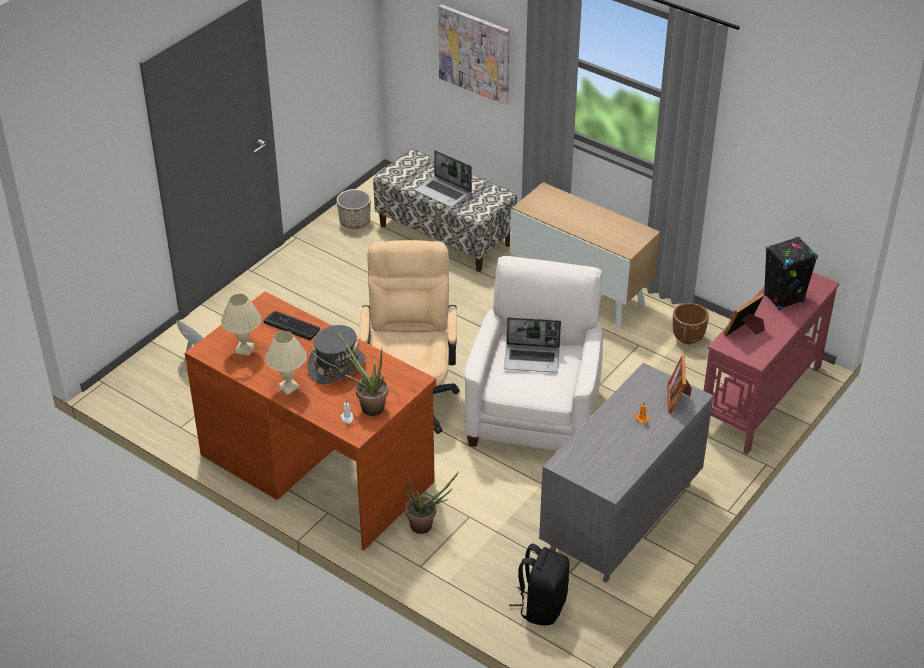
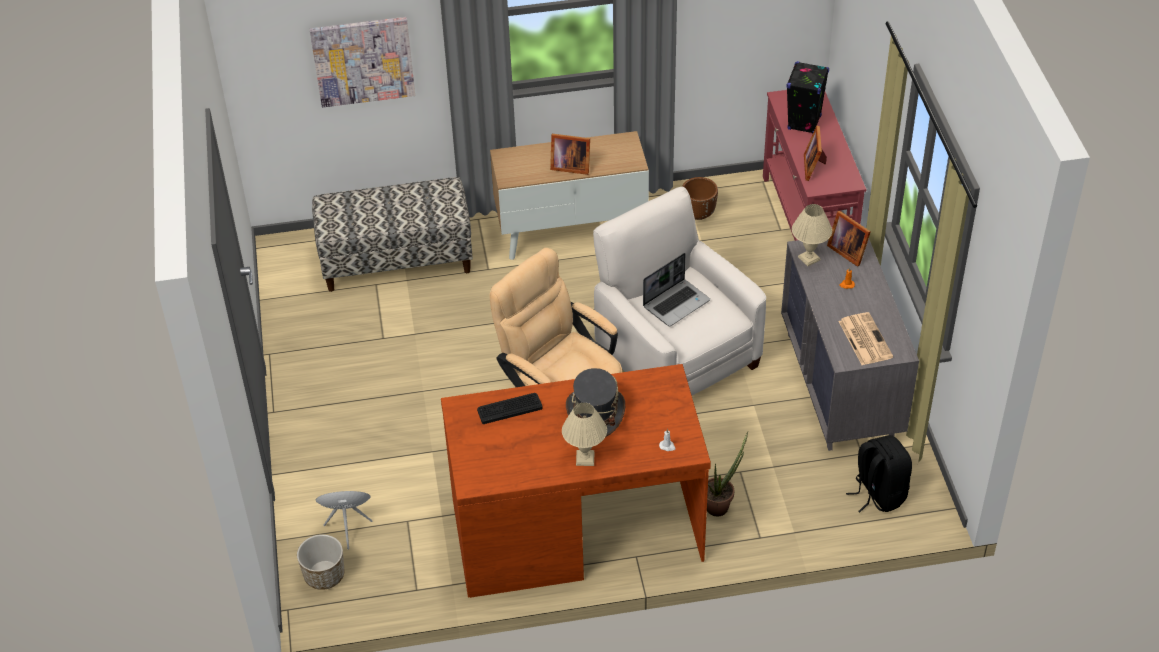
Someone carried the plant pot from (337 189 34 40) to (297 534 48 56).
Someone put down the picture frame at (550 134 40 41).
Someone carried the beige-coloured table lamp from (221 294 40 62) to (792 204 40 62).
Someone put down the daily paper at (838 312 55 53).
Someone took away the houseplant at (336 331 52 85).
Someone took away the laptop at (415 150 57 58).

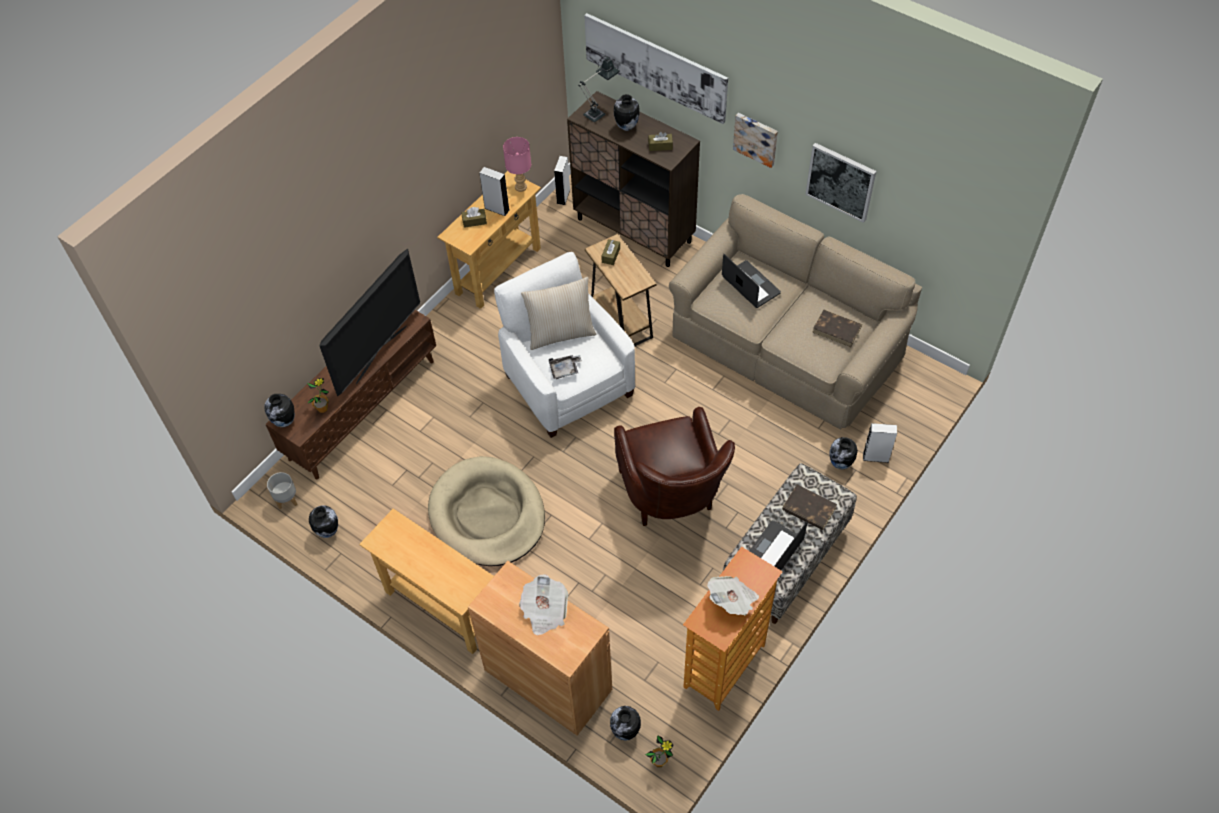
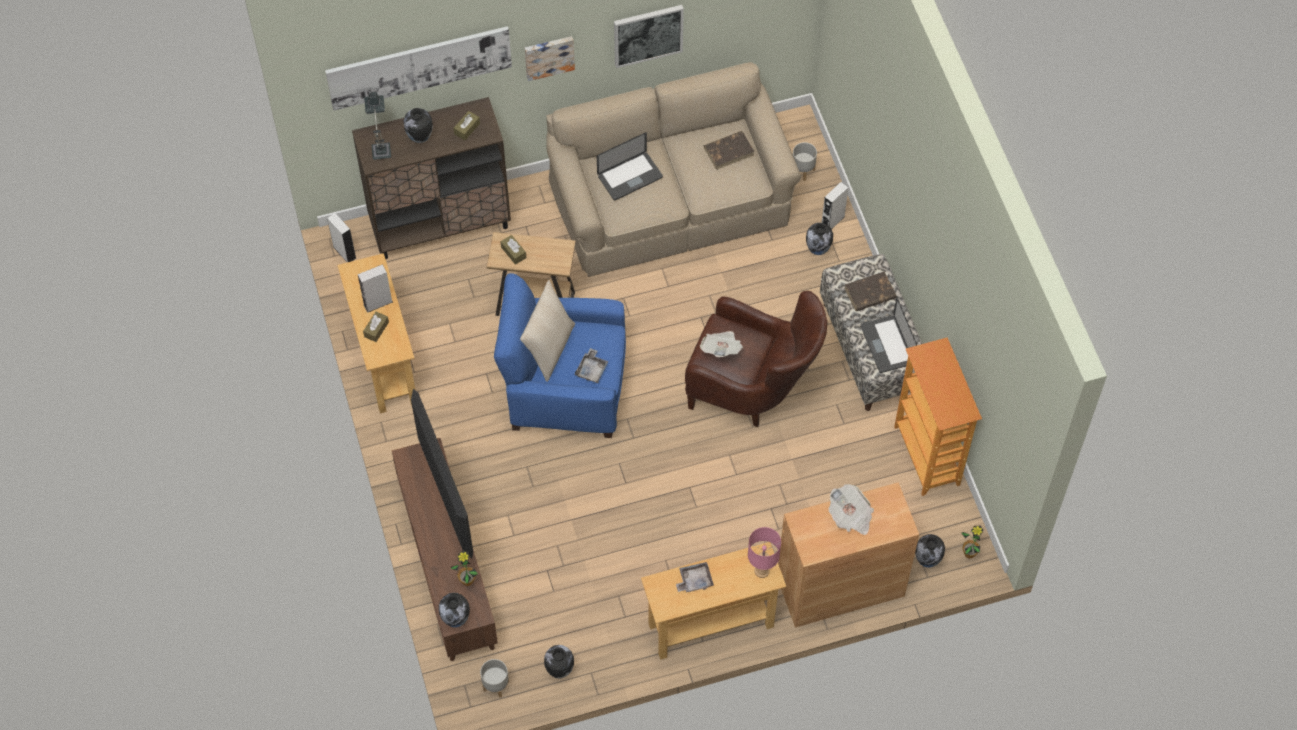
Someone repainted the whitish easy chair at (494 252 141 186), which became the bluish easy chair at (494 273 132 165).
Someone rotated the laptop at (722 254 59 54) by 150 degrees clockwise.
Someone put down the gray carrying tray at (676 562 38 30).
Someone carried the daily paper from (707 576 52 39) to (700 331 43 26).
Someone carried the pink table lamp from (503 137 28 55) to (748 527 33 51).
Someone put down the gray plant pot at (793 142 24 39).
Someone took away the beige-coloured dog cushion at (428 456 117 110).

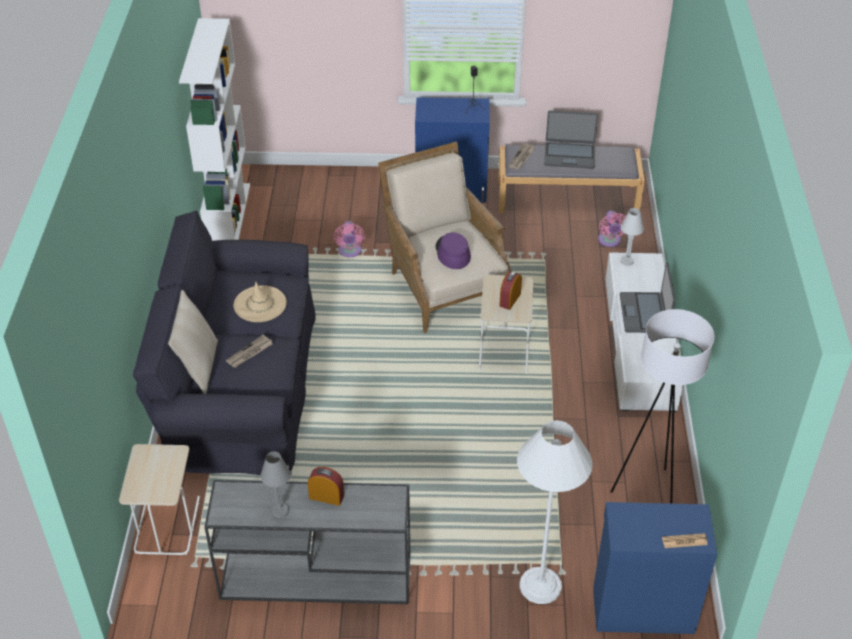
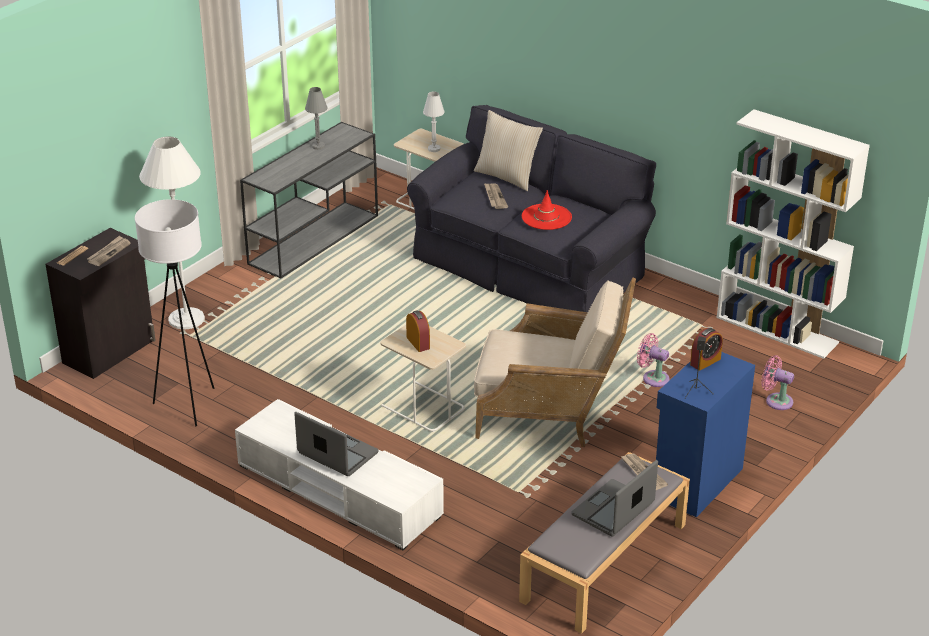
Someone repainted the bluish cupboard at (593 502 124 132), which became the black-coloured cupboard at (46 228 110 151).
Someone put down the daily paper at (87 235 44 31).
Someone carried the whitish table lamp from (621 208 23 58) to (423 92 22 60).
Someone repainted the beige-coloured hat at (234 282 53 40), which became the red-coloured hat at (522 190 50 40).
Someone carried the alarm clock from (308 467 36 39) to (690 328 33 43).
Someone carried the pink electric fan from (598 211 28 36) to (761 355 33 55).
Someone took away the purple hat at (435 233 36 36).

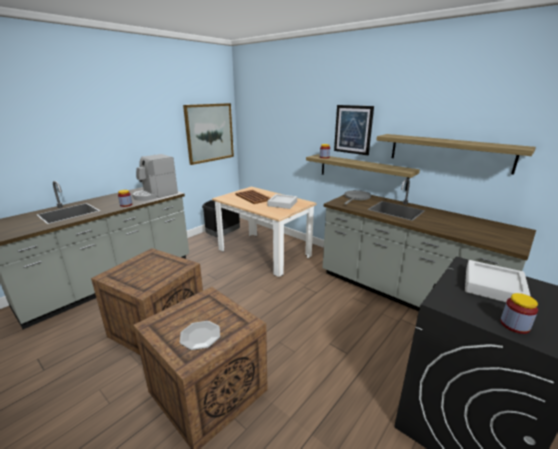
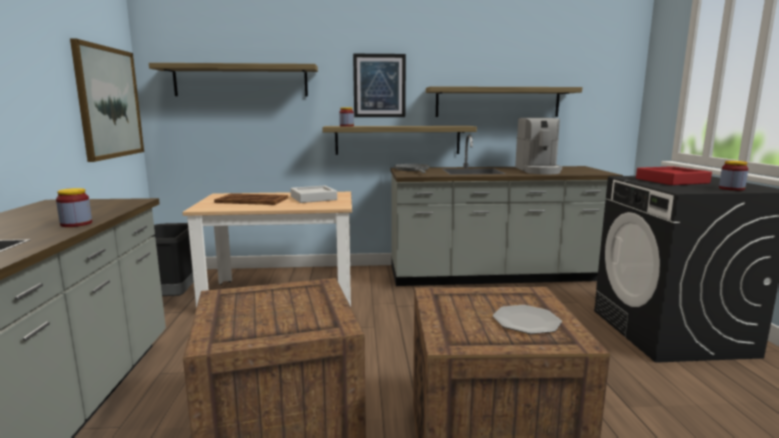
Someone put up the bracket shelf at (149 63 169 34).
Someone carried the coffee maker from (132 154 46 47) to (515 118 47 57).
Someone repainted the gray carrying tray at (465 260 66 42), which became the red-coloured carrying tray at (636 166 76 19).

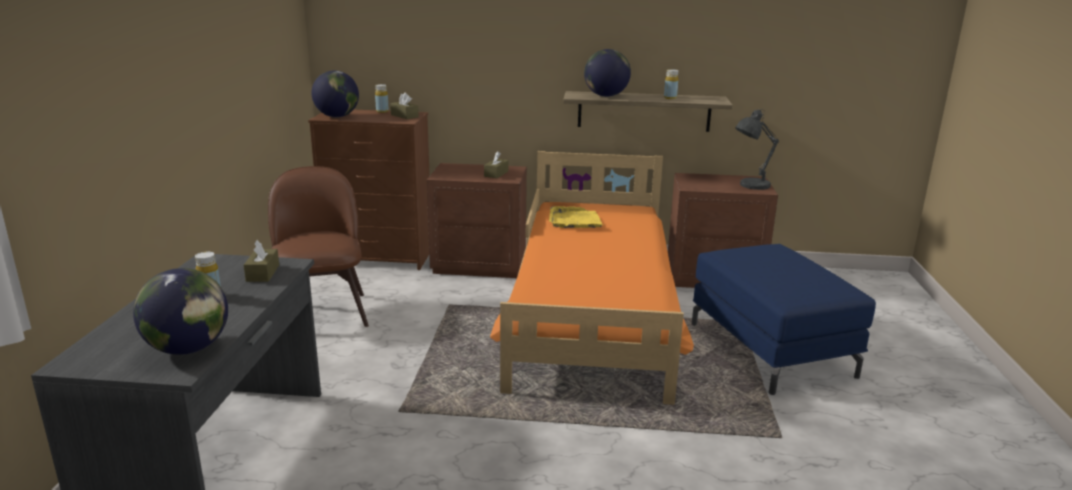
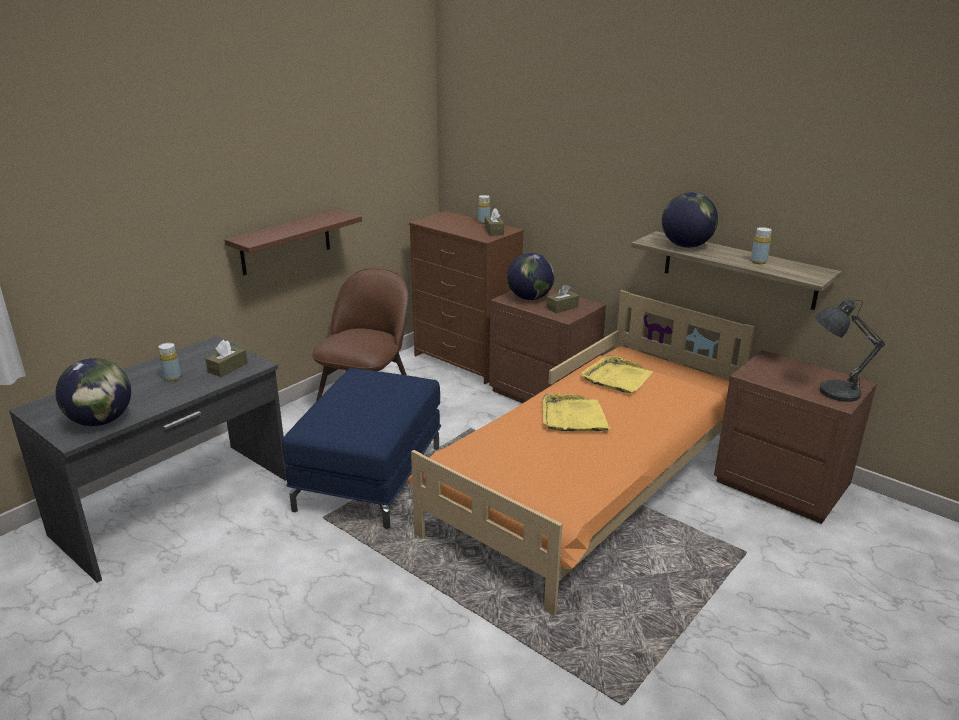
Someone put up the brown bracket shelf at (225 210 137 65).
Someone carried the bluish footrest from (692 244 184 151) to (282 368 159 161).
Someone carried the globe from (311 71 48 46) to (507 253 47 47).
Someone put down the yellowish carrying tray at (543 394 68 37).

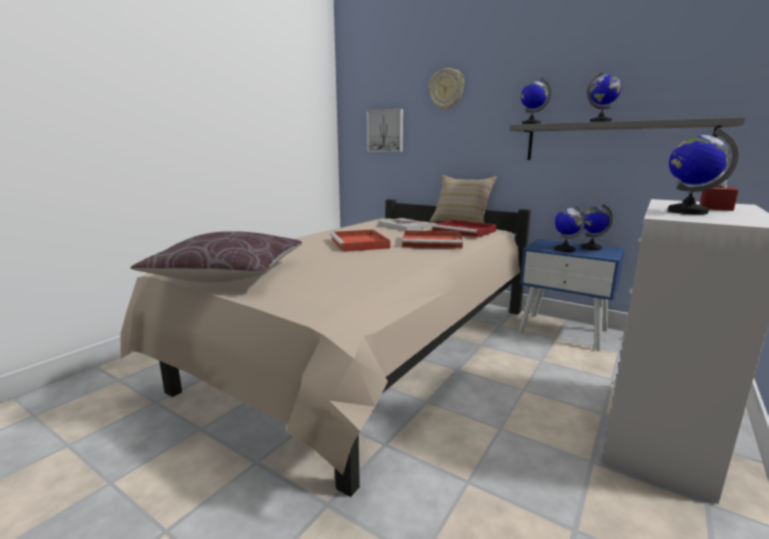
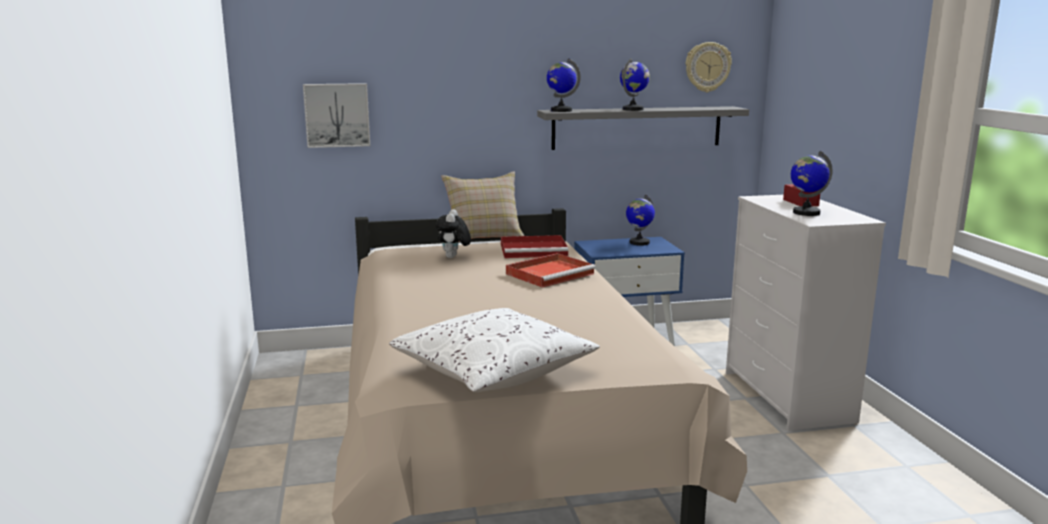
Someone repainted the brown cushion at (130 231 172 51), which became the whitish cushion at (389 308 211 84).
Someone swapped the bound book at (379 218 51 13) for the cuddly toy at (435 209 36 49).
Someone carried the hanging clock from (429 68 35 41) to (686 42 46 50).
Someone took away the red-coloured carrying tray at (330 229 60 23).
Someone took away the globe at (554 205 31 47).

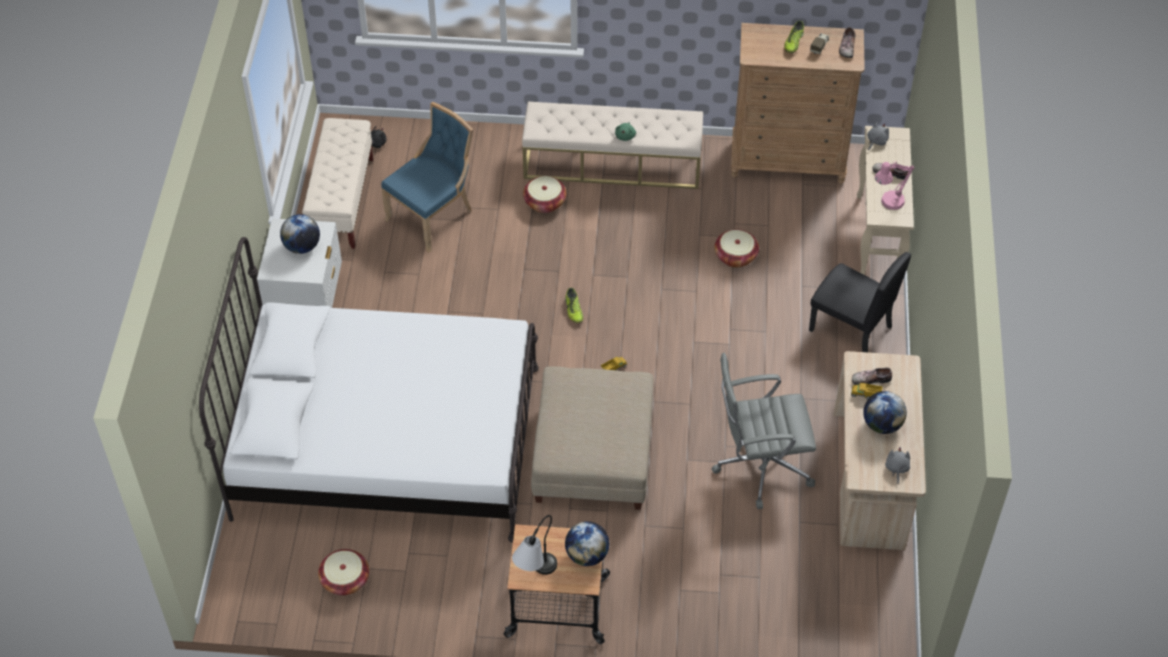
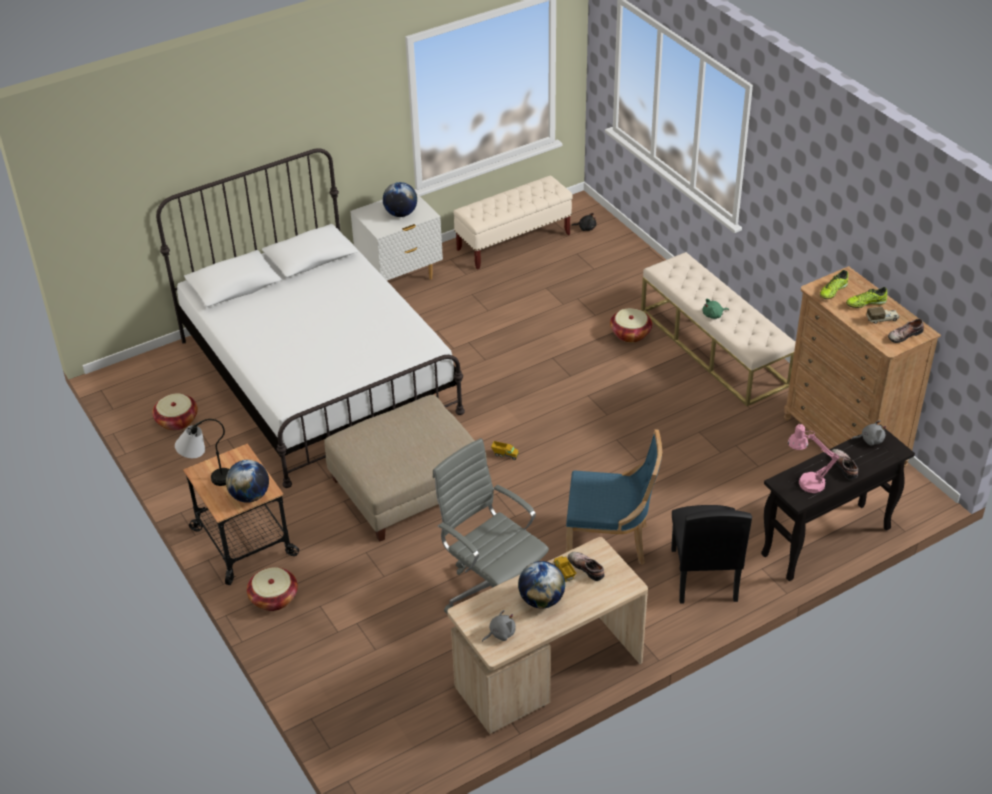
Someone carried the basket from (715 229 44 39) to (247 567 51 44).
Someone carried the bluish plain chair from (381 102 92 150) to (566 429 96 136).
Someone repainted the beige-coloured narrow table at (857 126 57 149), which became the black-coloured narrow table at (761 425 154 156).
Someone carried the item of footwear from (565 288 18 35) to (820 270 28 29).

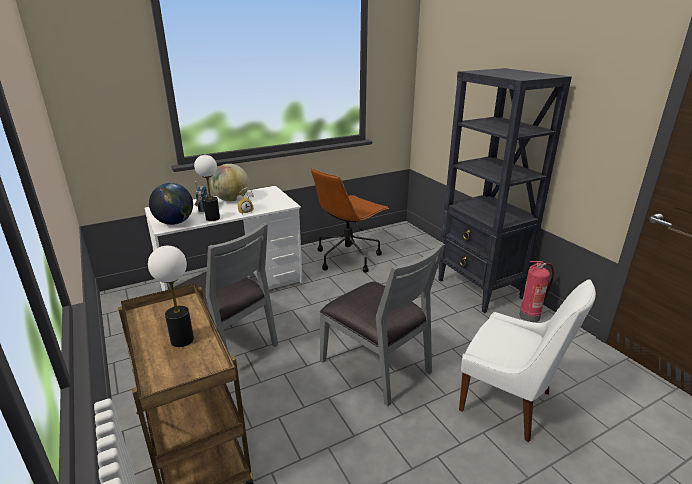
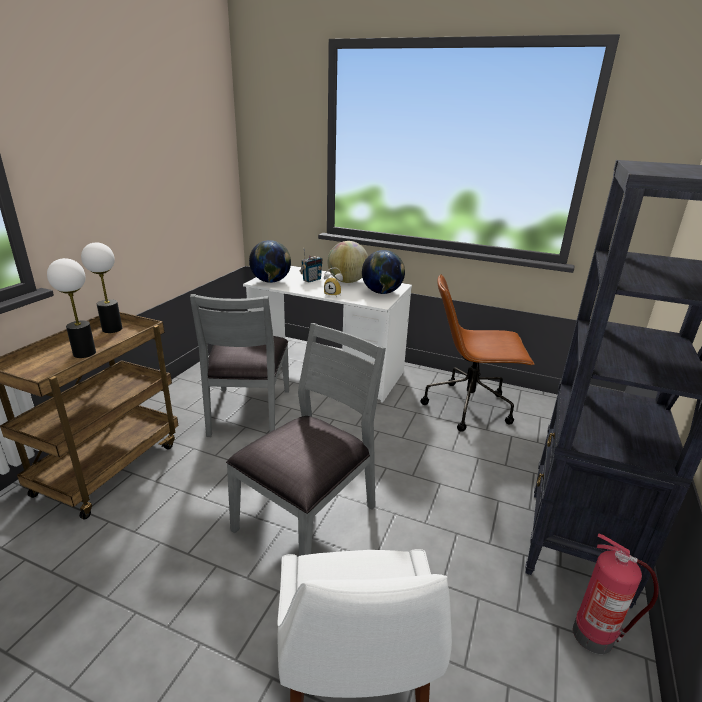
Someone carried the table lamp from (194 155 26 66) to (81 242 41 91).
Someone rotated the gray plain chair at (320 242 125 164) by 150 degrees counterclockwise.
Someone put down the globe at (362 250 43 44).

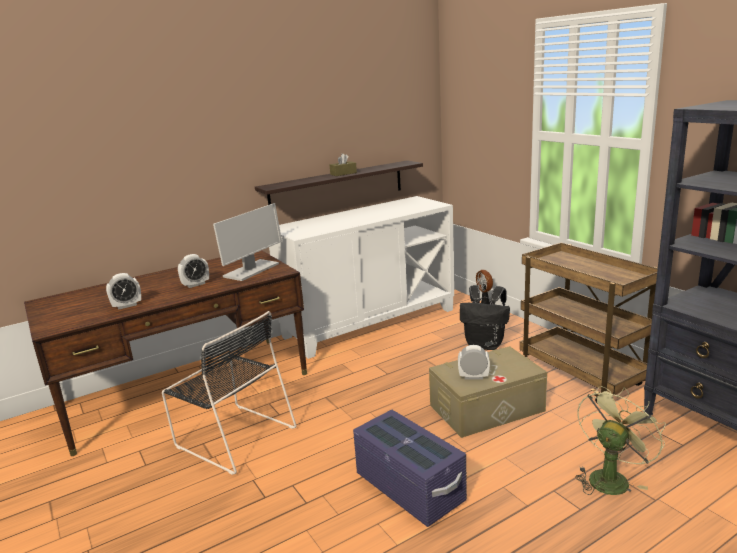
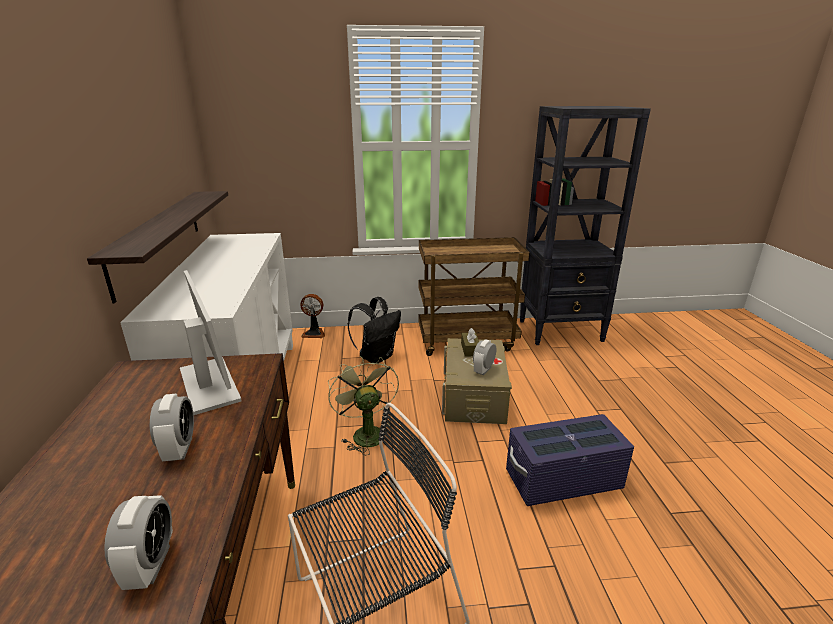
Someone carried the green-coloured electric fan from (575 386 91 109) to (328 356 71 99).
Someone carried the brown tissue holder from (330 153 27 23) to (461 328 18 29).

